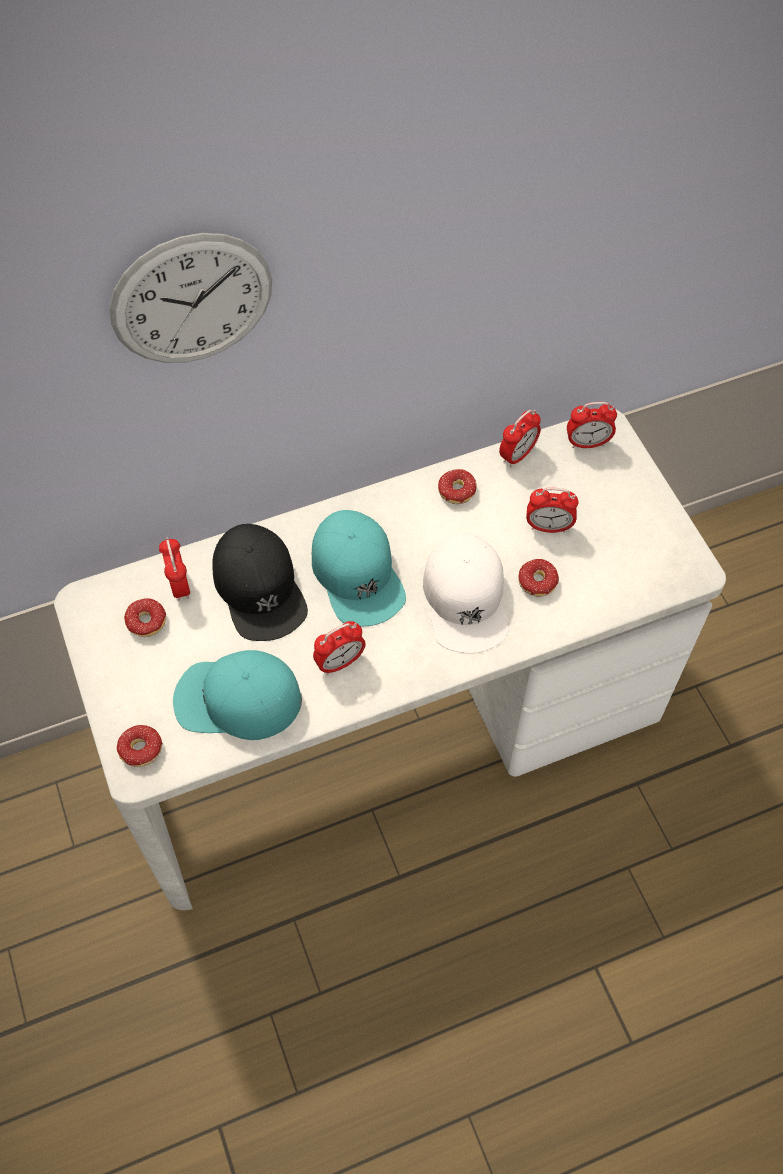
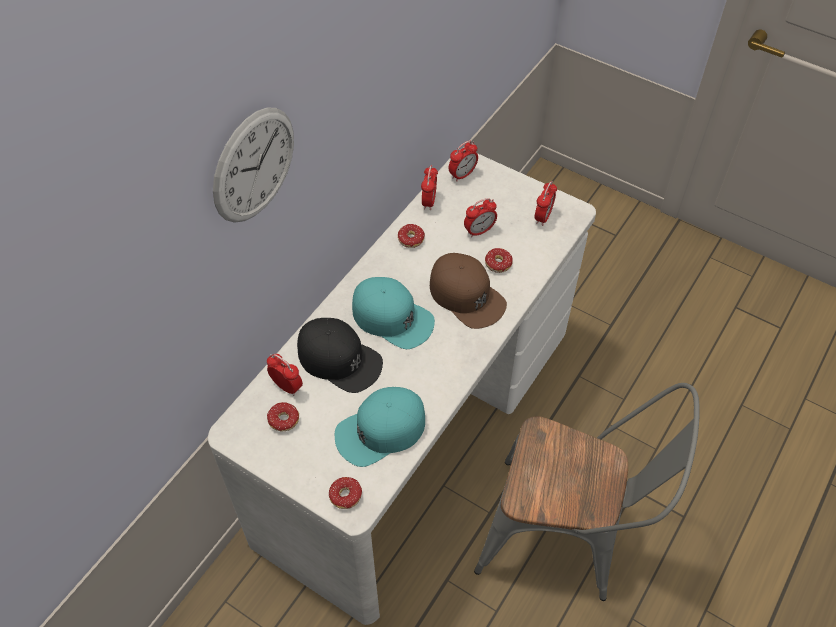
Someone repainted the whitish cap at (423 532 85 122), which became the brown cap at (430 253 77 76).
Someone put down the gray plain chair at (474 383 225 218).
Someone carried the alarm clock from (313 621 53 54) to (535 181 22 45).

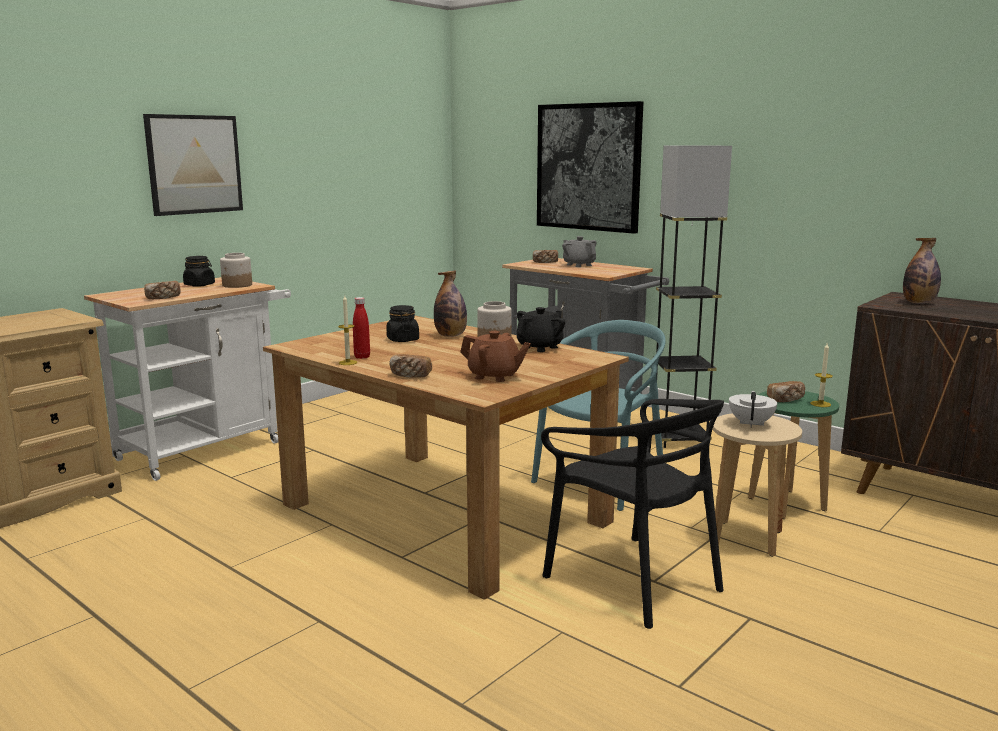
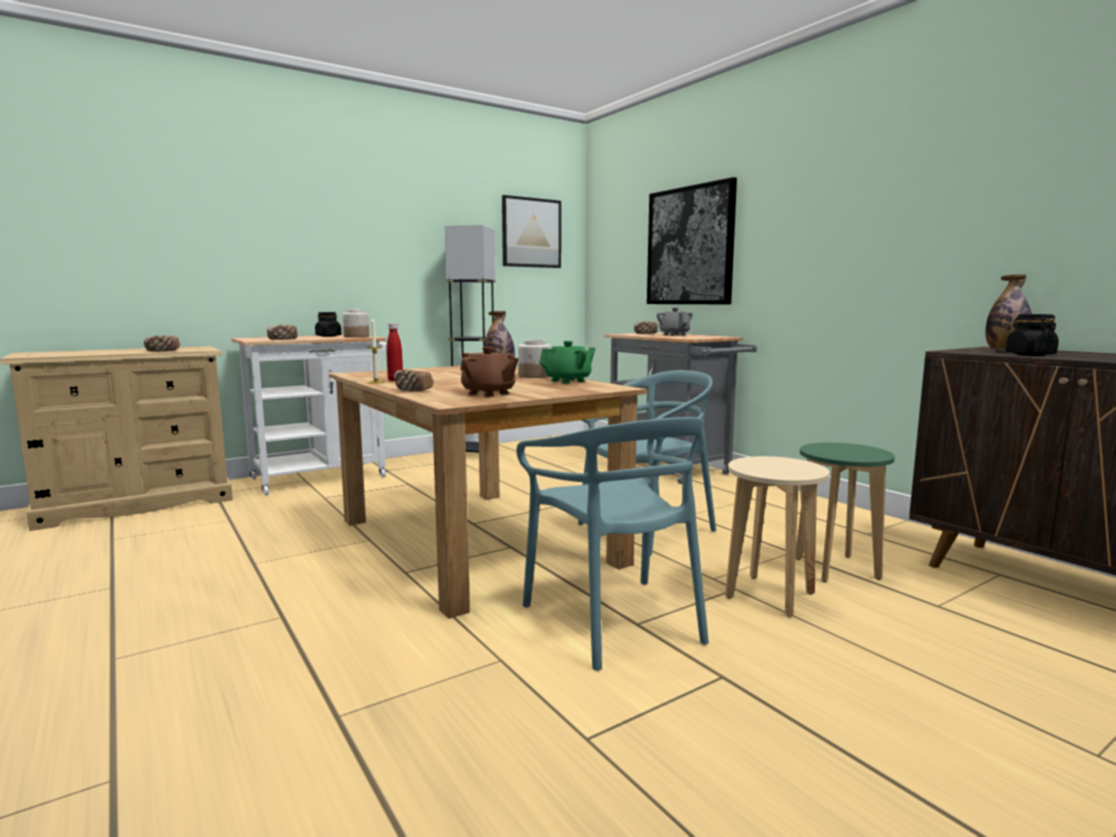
Someone carried the bread from (767 381 38 21) to (144 336 36 16).
Someone carried the gray standing lamp from (653 145 79 303) to (445 225 51 227).
Someone carried the wall art from (143 114 100 102) to (502 195 59 73).
Someone repainted the black-coloured plain chair at (541 399 183 230), which became the turquoise plain chair at (516 417 193 254).
Someone repainted the black-coloured pot for tea at (516 307 49 45), which became the green-coloured pot for tea at (539 341 56 43).
Someone carried the black-coloured preserve jar from (386 305 33 37) to (1006 314 53 42).
Someone took away the whitish pot for tea at (729 391 48 37).
Someone took away the wax candle at (810 343 23 64).

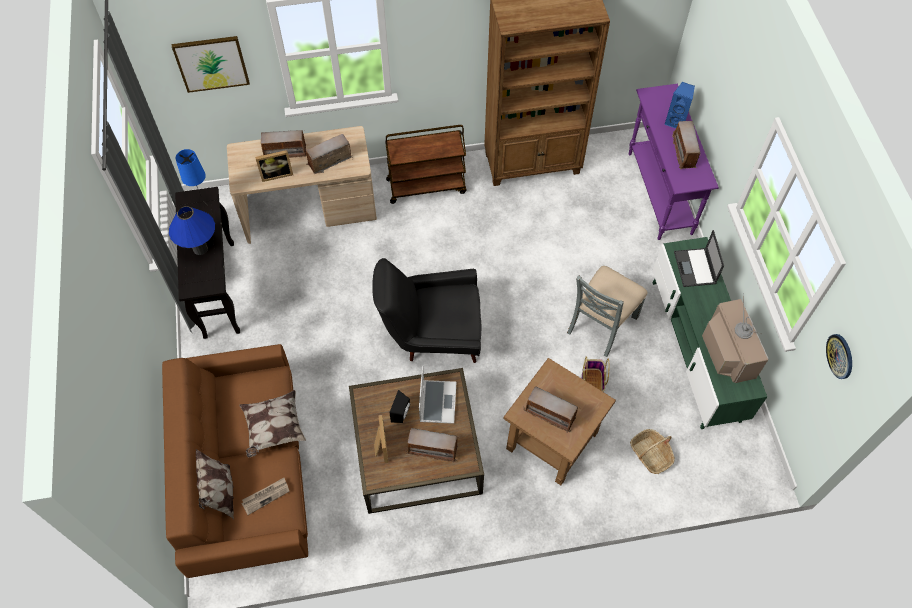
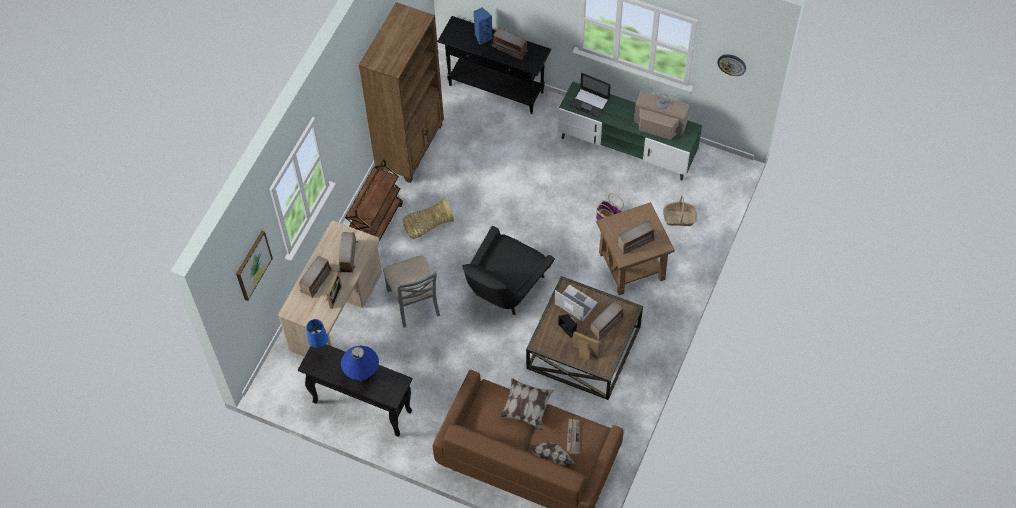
Someone carried the gray plain chair from (567 266 80 91) to (383 255 57 73).
Someone put down the basket at (402 199 52 40).
Someone repainted the purple narrow table at (628 84 91 156), which became the black-coloured narrow table at (437 16 114 98).

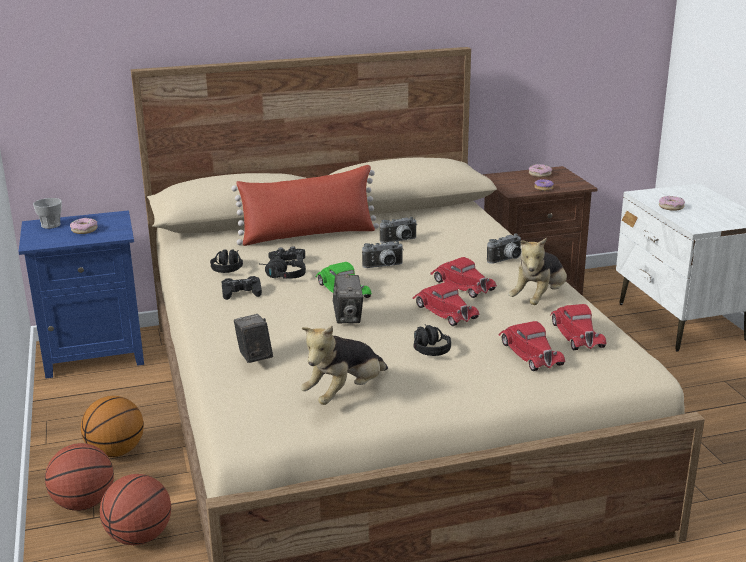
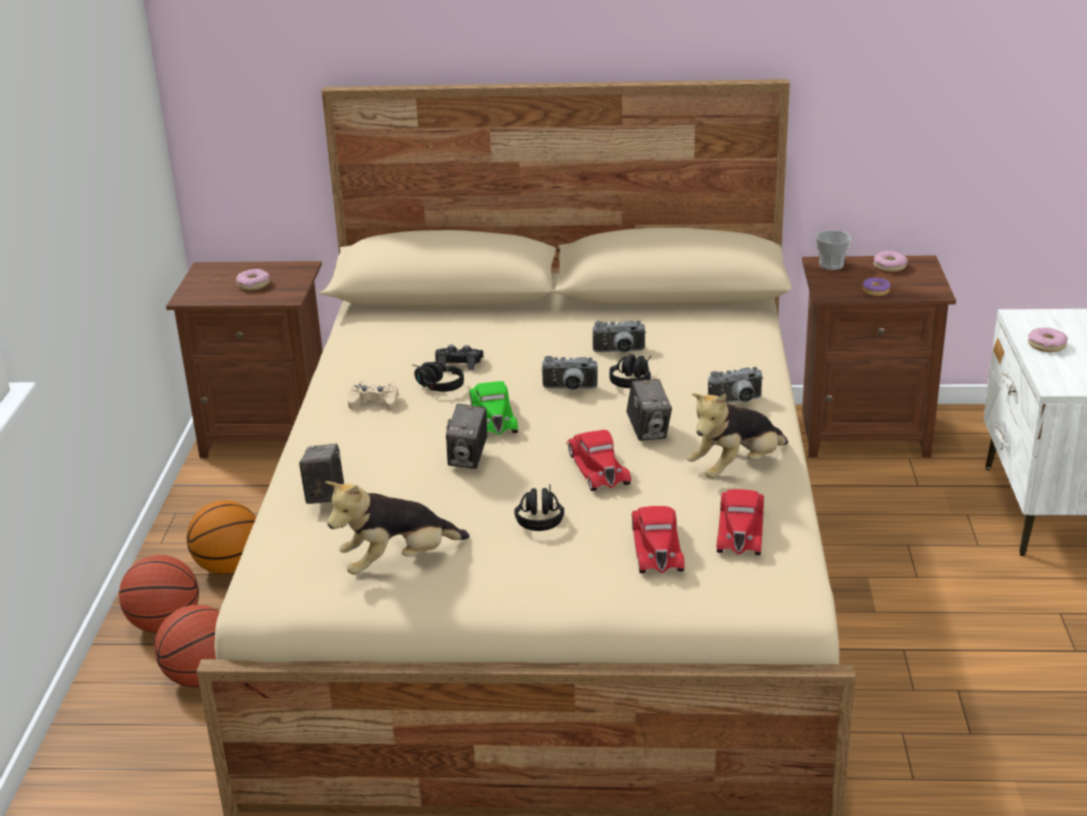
Someone repainted the bluish nightstand at (19 210 125 169), which became the brown nightstand at (166 261 157 197).
Someone repainted the black-coloured game controller at (222 276 40 24), which became the beige-coloured game controller at (348 381 51 30).
Someone carried the black-coloured pair of headphones from (210 249 33 24) to (609 354 42 34).
Someone swapped the red-coloured model car at (430 257 67 41) for the still camera at (626 379 46 62).
Someone carried the cup from (33 198 29 31) to (816 230 35 40).
Someone took away the red-coloured cushion at (231 165 148 81).

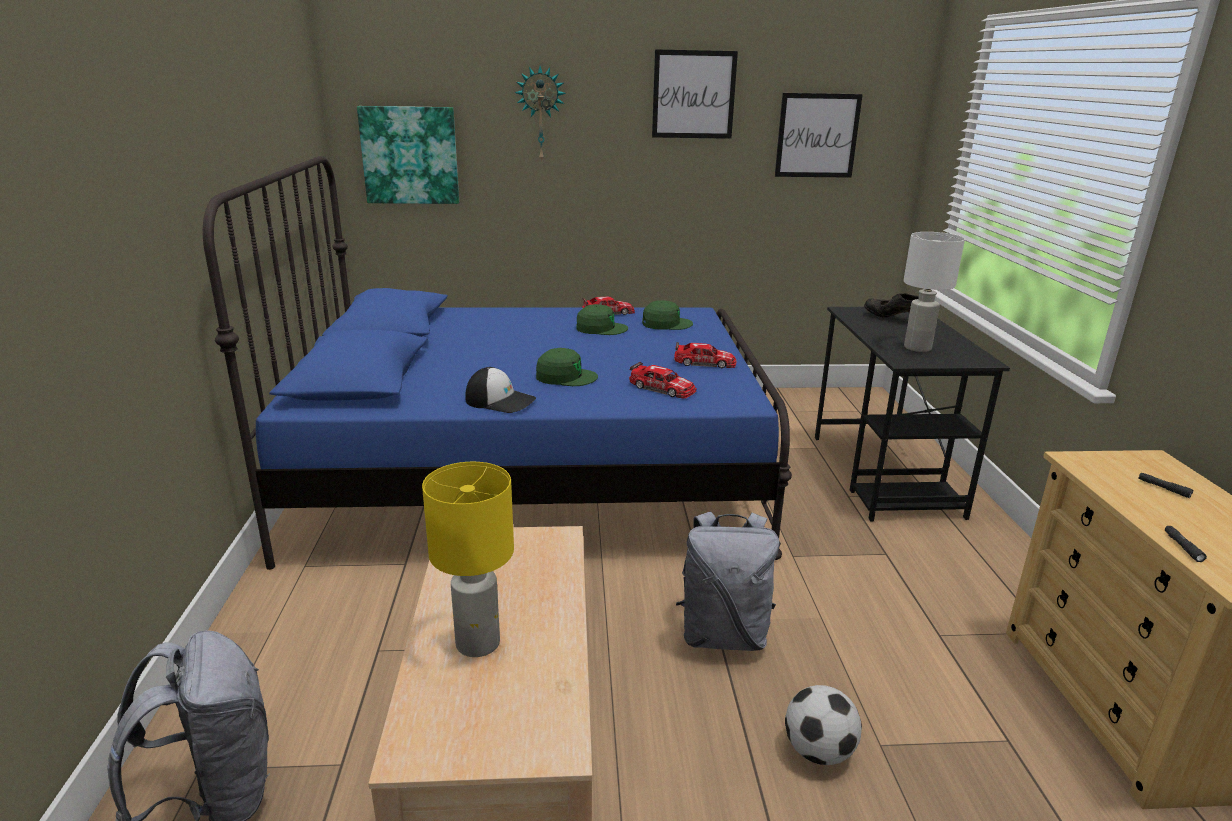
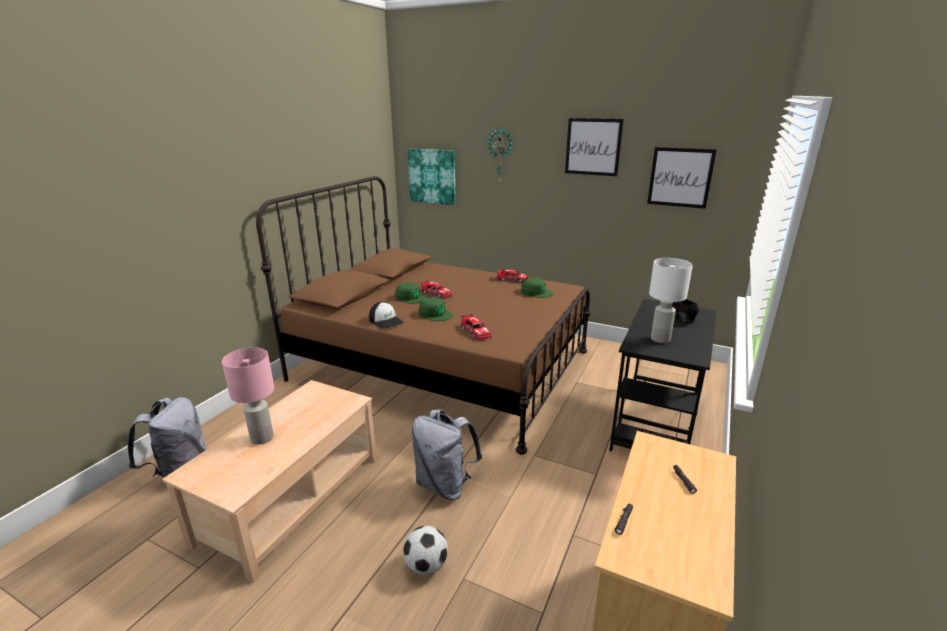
Someone repainted the yellowish table lamp at (422 462 92 195), which became the pink table lamp at (222 347 52 98).
Someone repainted the bluish bed at (203 156 589 414), which became the brown bed at (256 176 335 278).
Someone carried the green-coloured cap from (576 304 52 31) to (395 282 32 22).
Someone carried the model car from (674 342 63 26) to (420 280 33 19).

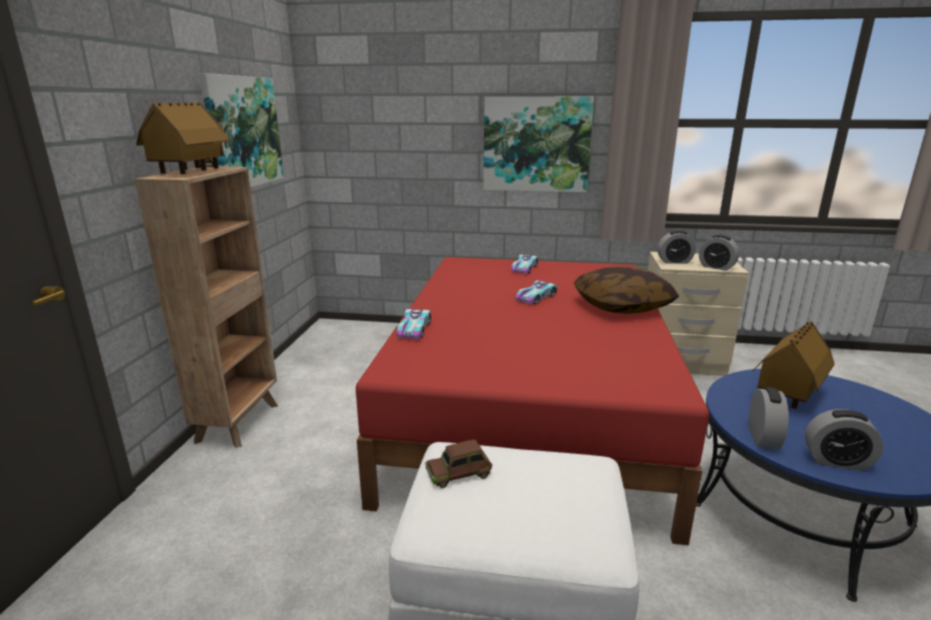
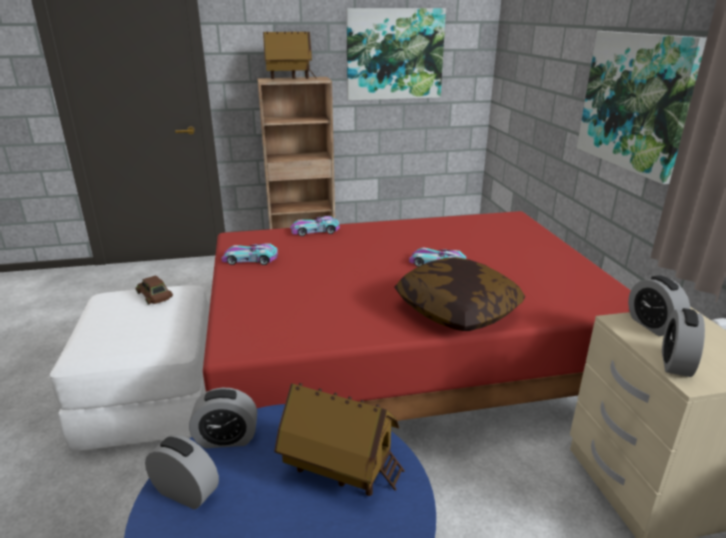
Someone rotated the alarm clock at (805 409 79 62) by 120 degrees clockwise.
Someone carried the model car from (511 254 27 19) to (221 243 57 22).

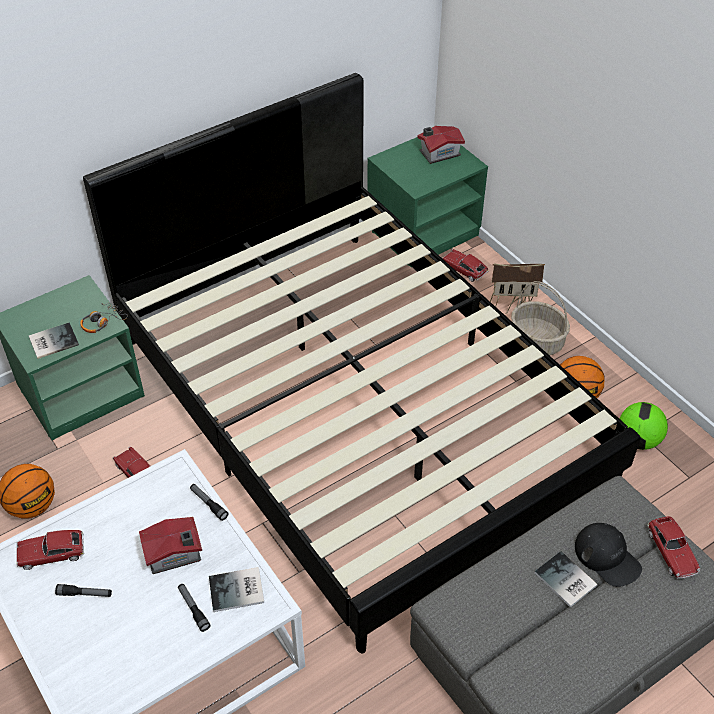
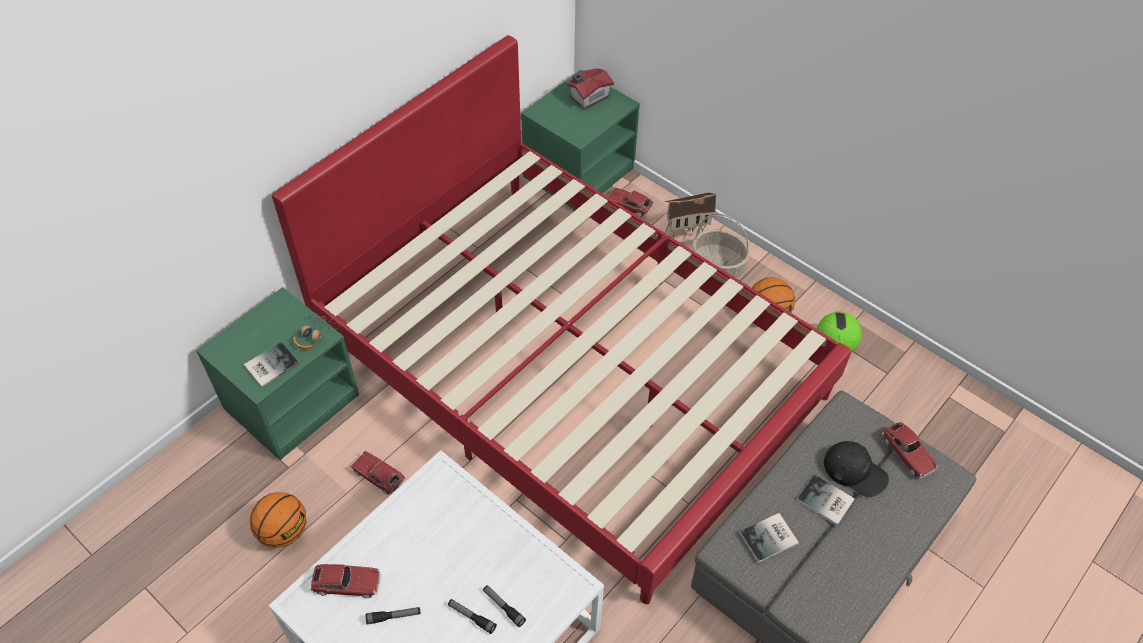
Someone repainted the black-coloured bed at (83 73 558 580), which became the red-coloured bed at (272 35 579 569).
Someone rotated the model car at (16 530 69 40) by 150 degrees counterclockwise.
Someone carried the flashlight from (190 484 39 37) to (448 599 49 35).
Someone carried the bound book from (209 567 55 45) to (739 513 60 50).
Someone took away the miniature house at (139 517 63 57).

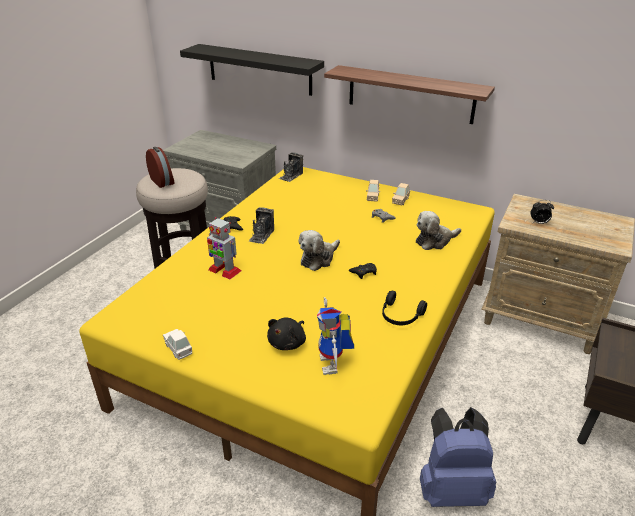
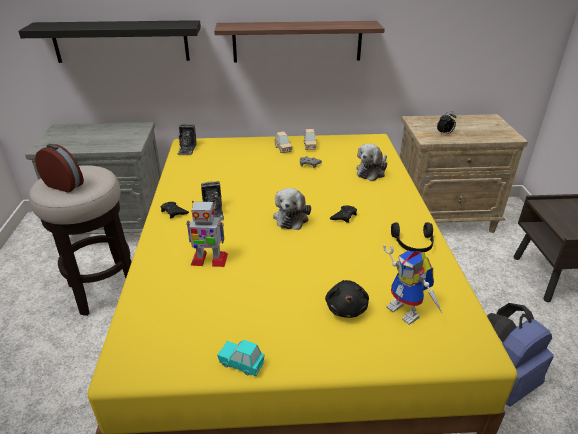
Someone repainted the whitish model car at (163 329 29 31), which became the turquoise model car at (217 340 48 36).

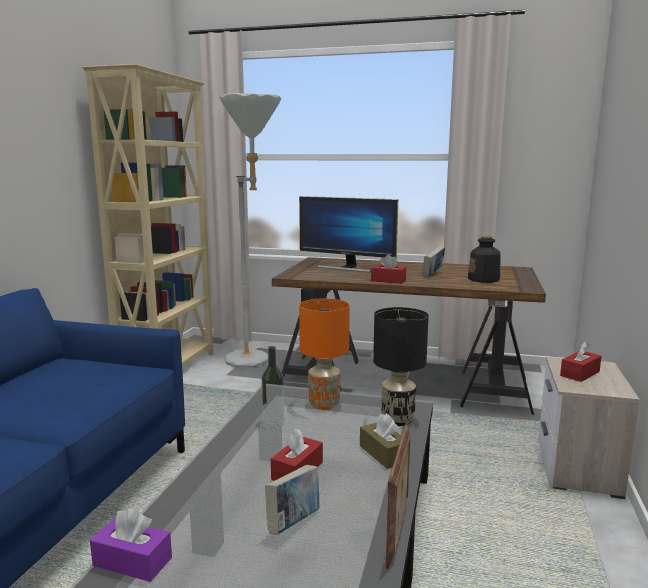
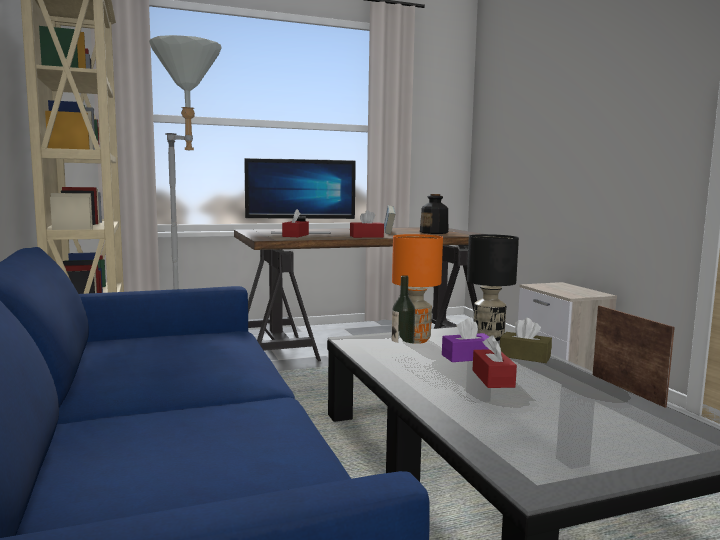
Someone carried the red-coloured tissue holder from (560 341 42 41) to (282 209 27 28).
Someone carried the purple tissue holder from (90 508 82 74) to (442 318 48 44).
Someone took away the bound book at (265 465 55 70).

